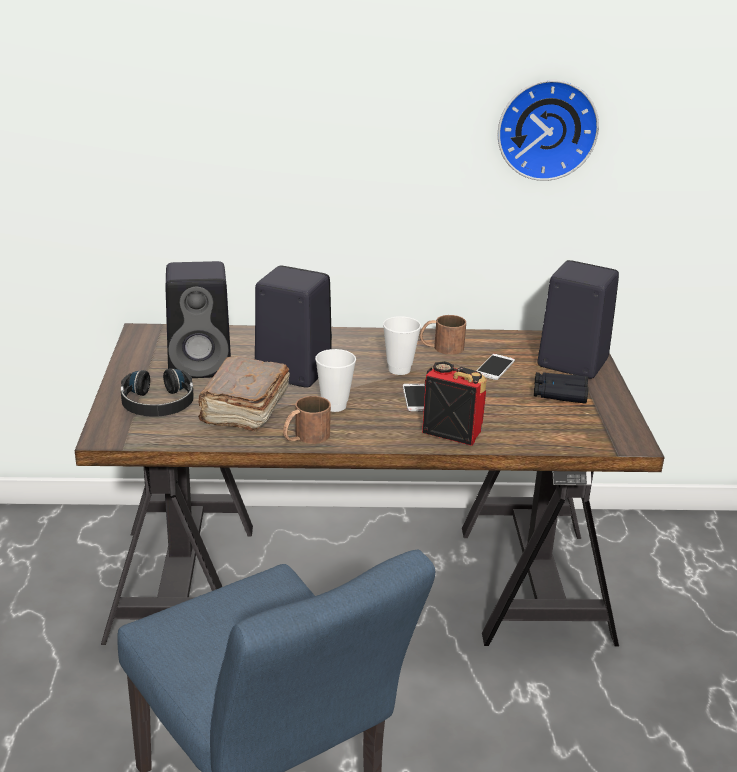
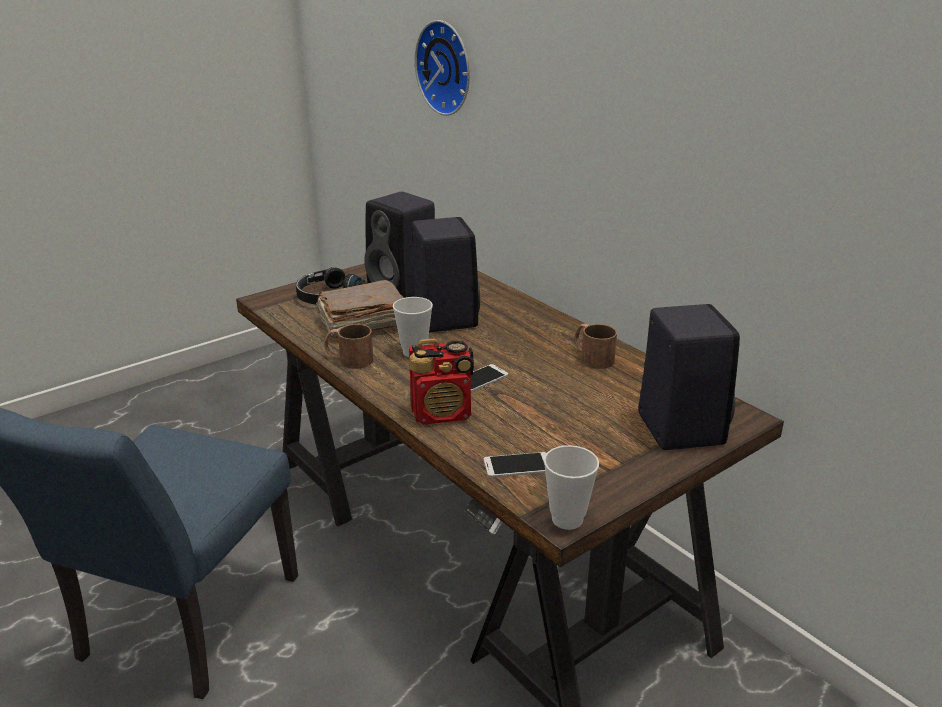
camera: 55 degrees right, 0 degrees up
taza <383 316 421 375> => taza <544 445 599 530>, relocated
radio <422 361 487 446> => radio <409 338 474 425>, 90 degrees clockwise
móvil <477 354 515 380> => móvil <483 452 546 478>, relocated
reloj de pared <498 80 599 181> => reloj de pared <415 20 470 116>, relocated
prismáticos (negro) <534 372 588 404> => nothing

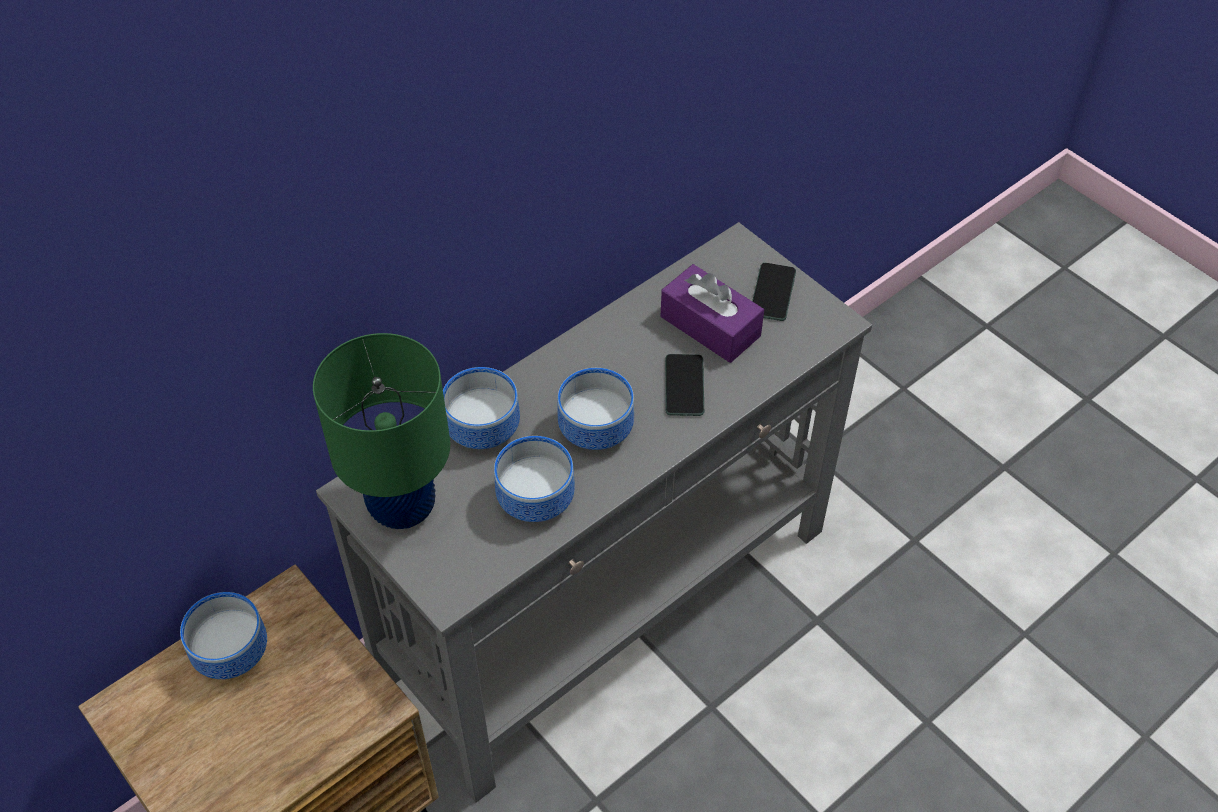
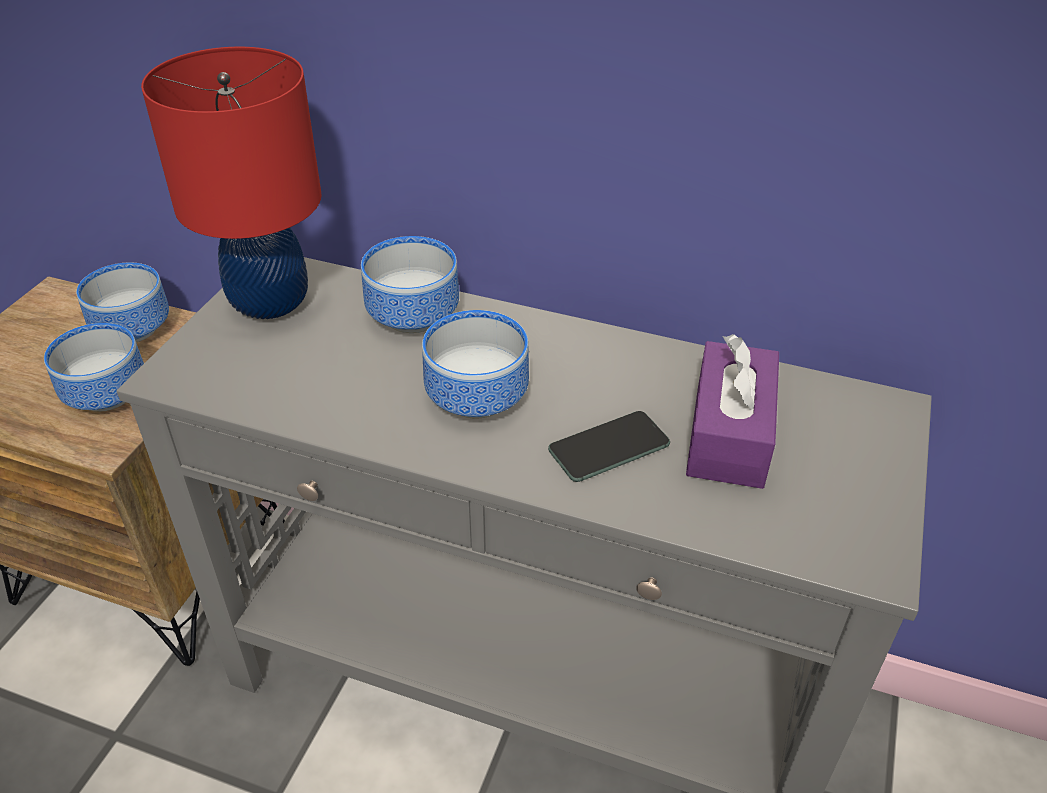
camera: 60 degrees right, 10 degrees down
lámpara de mesa (verde) <313 333 450 529> => lámpara de mesa (rojo) <141 47 321 319>
cuenco <494 436 575 522> => cuenco <44 323 144 412>, relocated
móvil <752 263 796 321> => nothing

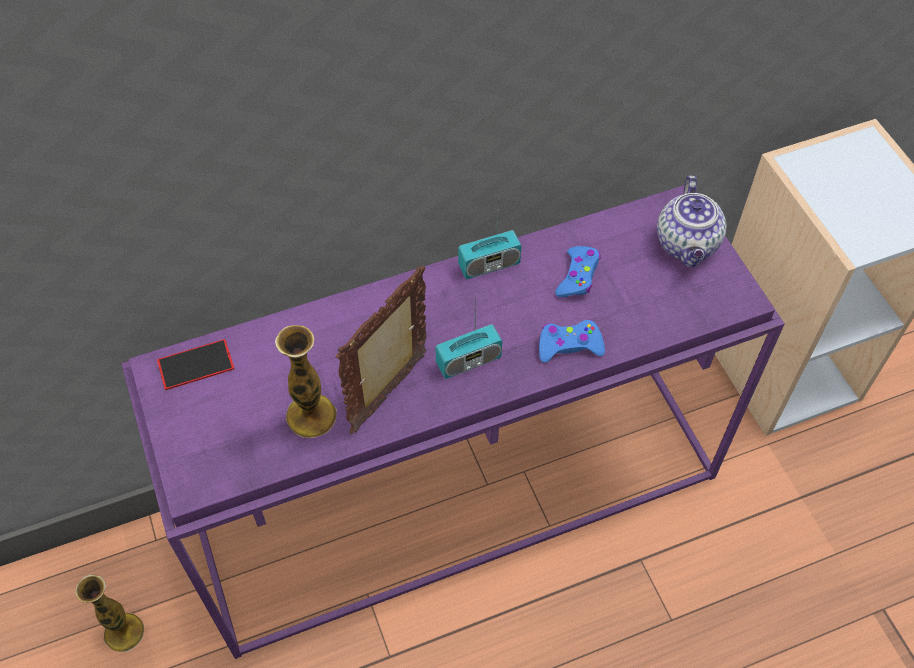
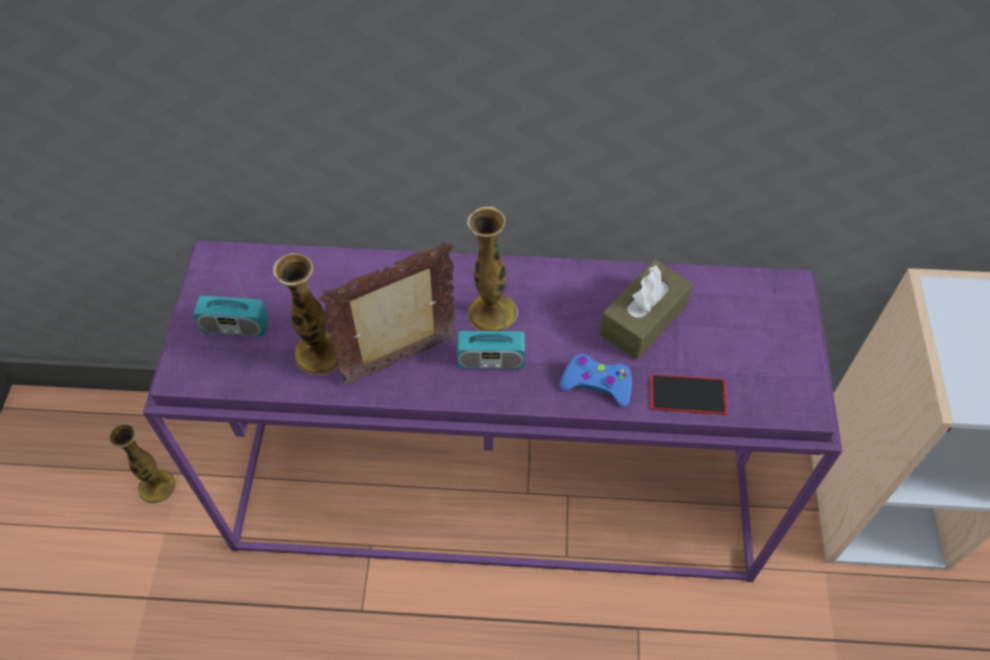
camera: 25 degrees right, 0 degrees up
móvil <157 339 234 390> => móvil <650 374 728 415>, relocated
radio <458 196 522 279> => radio <193 258 269 337>, relocated
mando de consola (azul) <555 246 601 297> => caja de pañuelos (marrón) <599 260 693 360>
tetera <657 175 727 268> => nothing
nothing => florero <467 207 518 331>

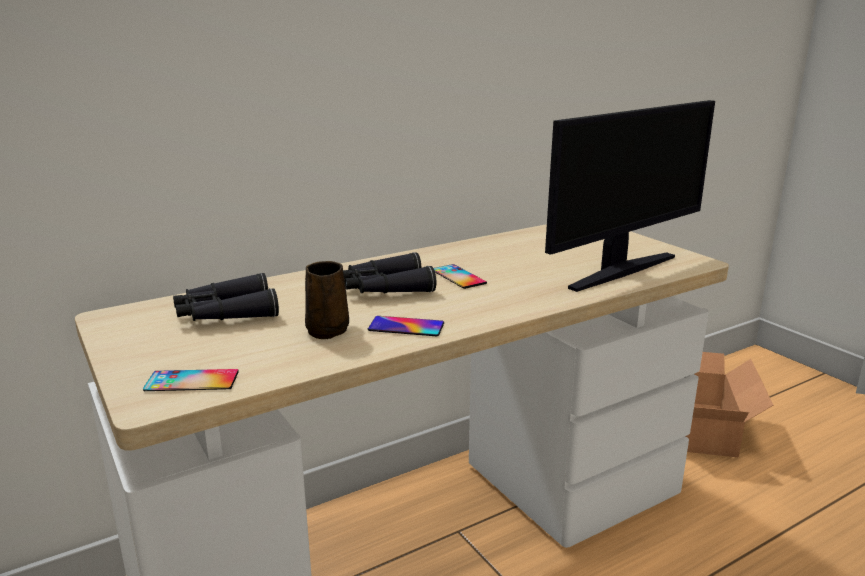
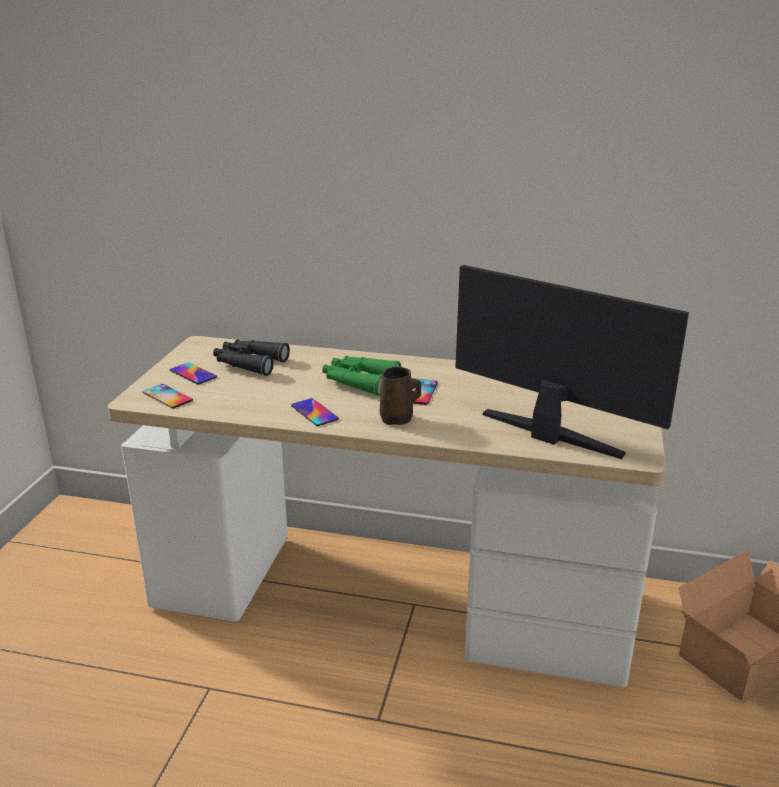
camera: 45 degrees right, 5 degrees up
taza grande (marrón) <305 261 349 339> => taza grande (marrón) <380 367 421 425>, relocated
prismáticos (negro) <343 252 436 293> => prismáticos (verde) <322 356 401 396>
monitor <545 100 715 292> => monitor <455 265 689 459>, 150 degrees counterclockwise
nothing => móvil <170 363 217 384>

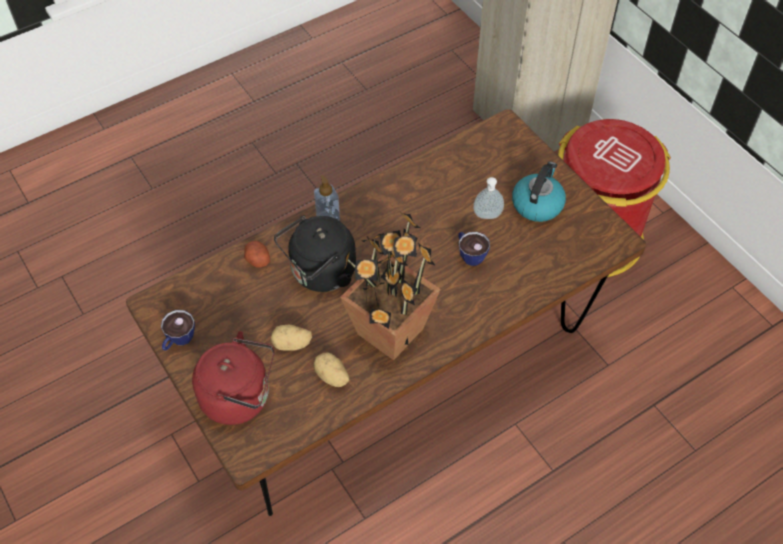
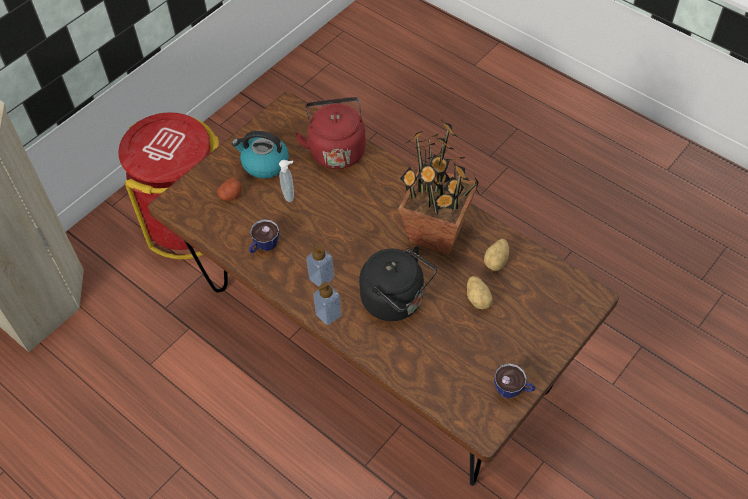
camera: 105 degrees left, 0 degrees up
hervidor (rojo) <192 331 275 425> => hervidor (rojo) <295 97 366 169>, relocated
patata <244 241 270 268> => patata <217 178 242 201>, relocated
taza <458 232 490 266> => taza <249 219 279 253>, relocated
nothing => dispensador de jabón <306 244 334 287>

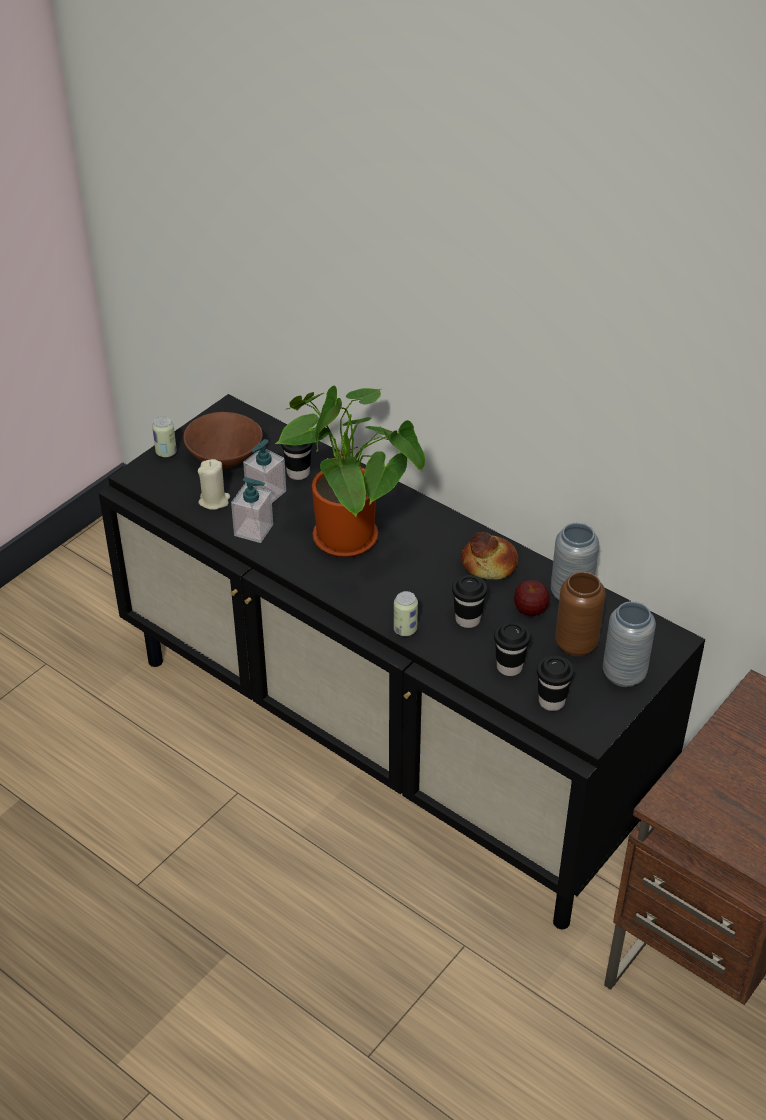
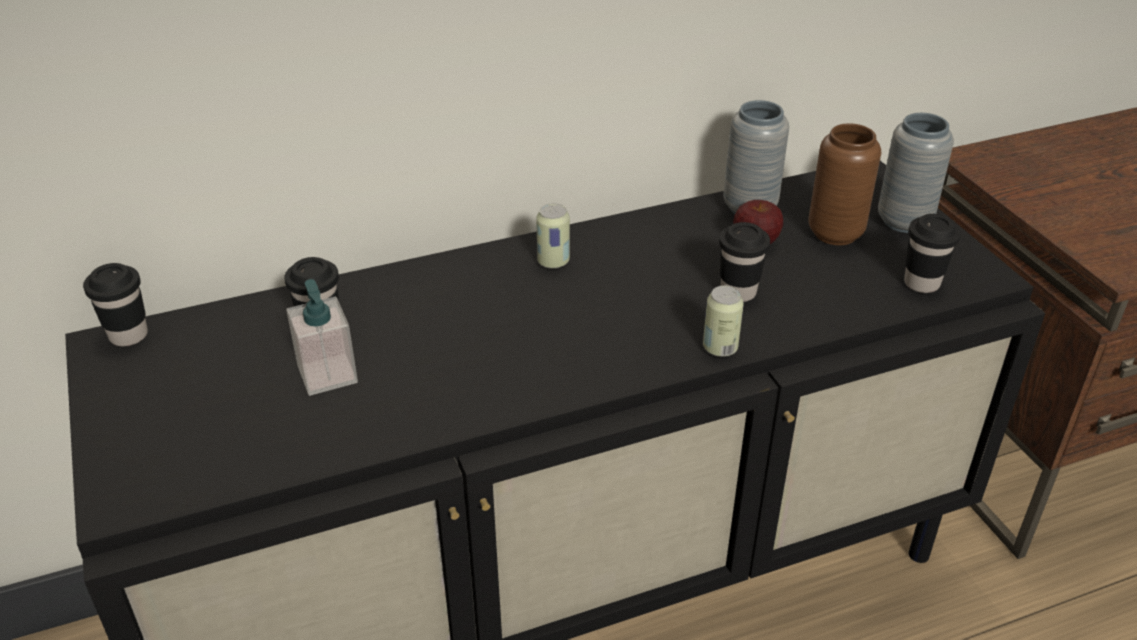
camera: 60 degrees left, 5 degrees down
lata <152 416 177 457> => lata <536 203 570 269>, relocated
cuenco (marrón) <183 412 263 469> => nothing
vela (beis) <198 459 230 510> => nothing
dispensador de jabón <231 477 273 543> => nothing
planta en maceta <275 385 426 558> => nothing
pan <461 532 518 580> => nothing
taza (negro) <494 622 530 676> => taza (negro) <83 263 148 346>, relocated

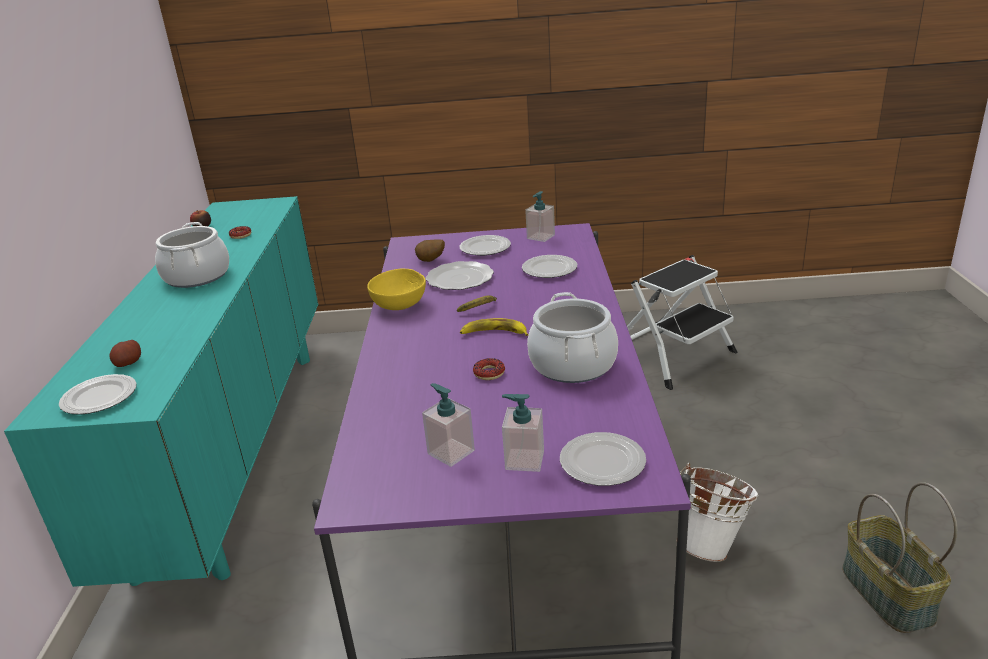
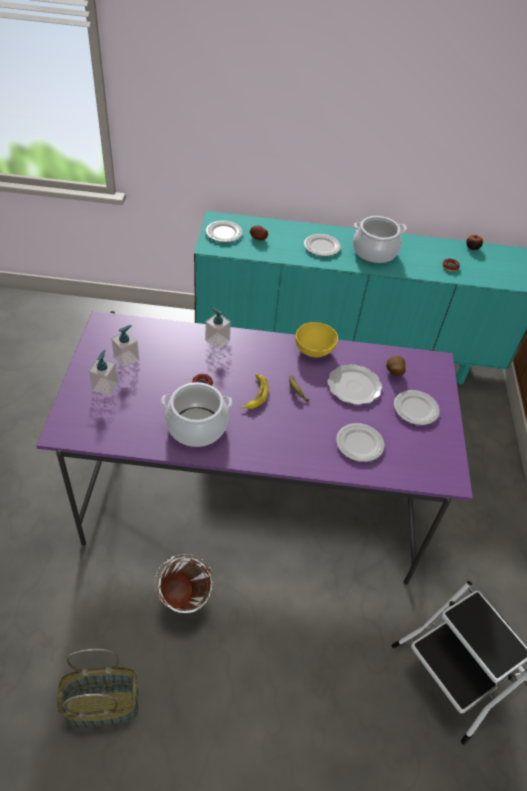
camera: 90 degrees right, 20 degrees up
dispensador de jabón <525 191 555 242> => dispensador de jabón <205 307 231 349>, relocated
plato <560 432 646 486> => plato <304 234 341 256>, relocated

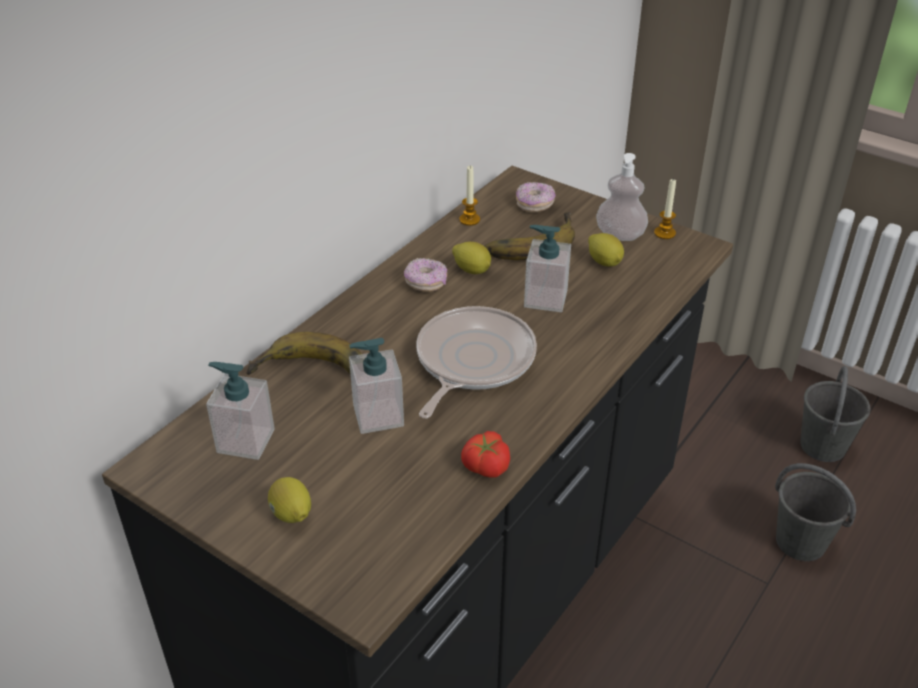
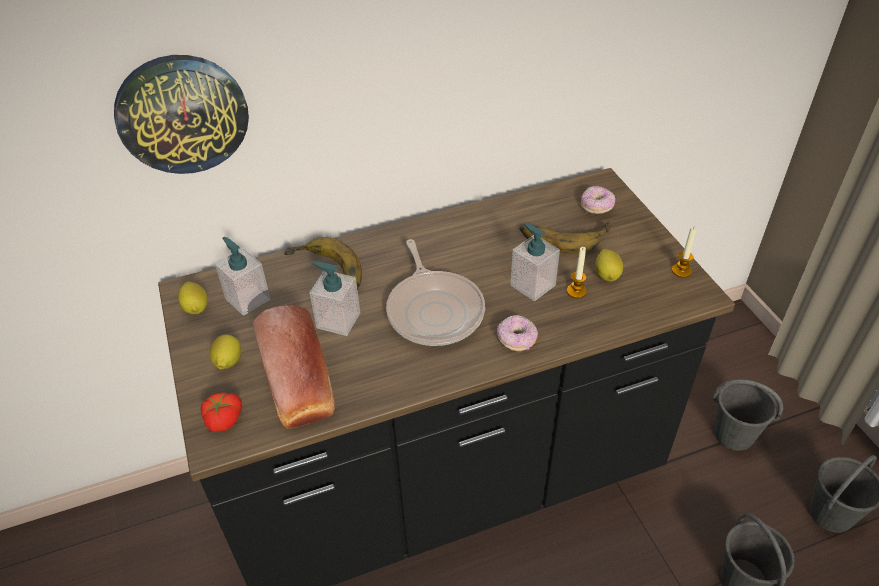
camera: 35 degrees right, 5 degrees up
rosquilla <404 258 447 292> => rosquilla <497 315 538 351>, relocated
sartén <416 306 537 418> => sartén <386 239 485 346>, 105 degrees clockwise
limón <452 242 491 274> => limón <178 281 208 314>, relocated
vela <459 165 480 226> => vela <567 247 587 298>, relocated
tomate <461 431 510 477> => tomate <201 392 242 432>, relocated
dispensador de jabón <596 153 648 241> => nothing
nothing => reloj de pared <114 55 249 174>
nothing => pan <253 305 335 428>
nothing => cubo (gris) <712 379 783 451>

